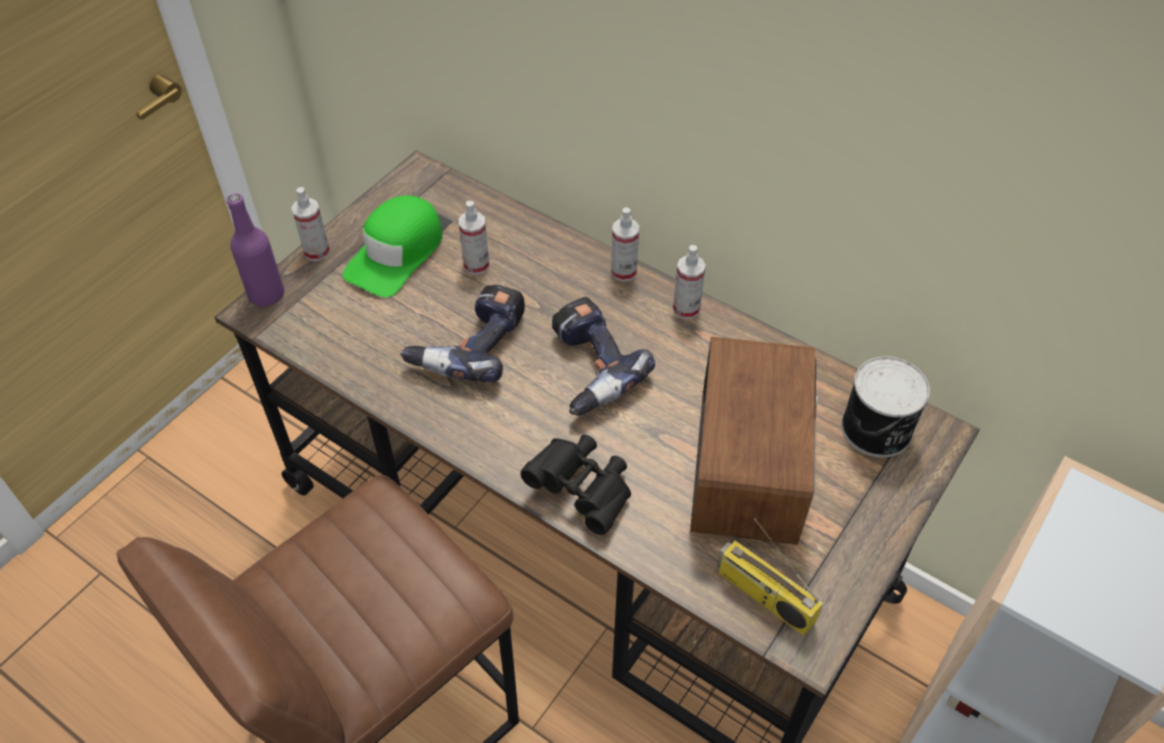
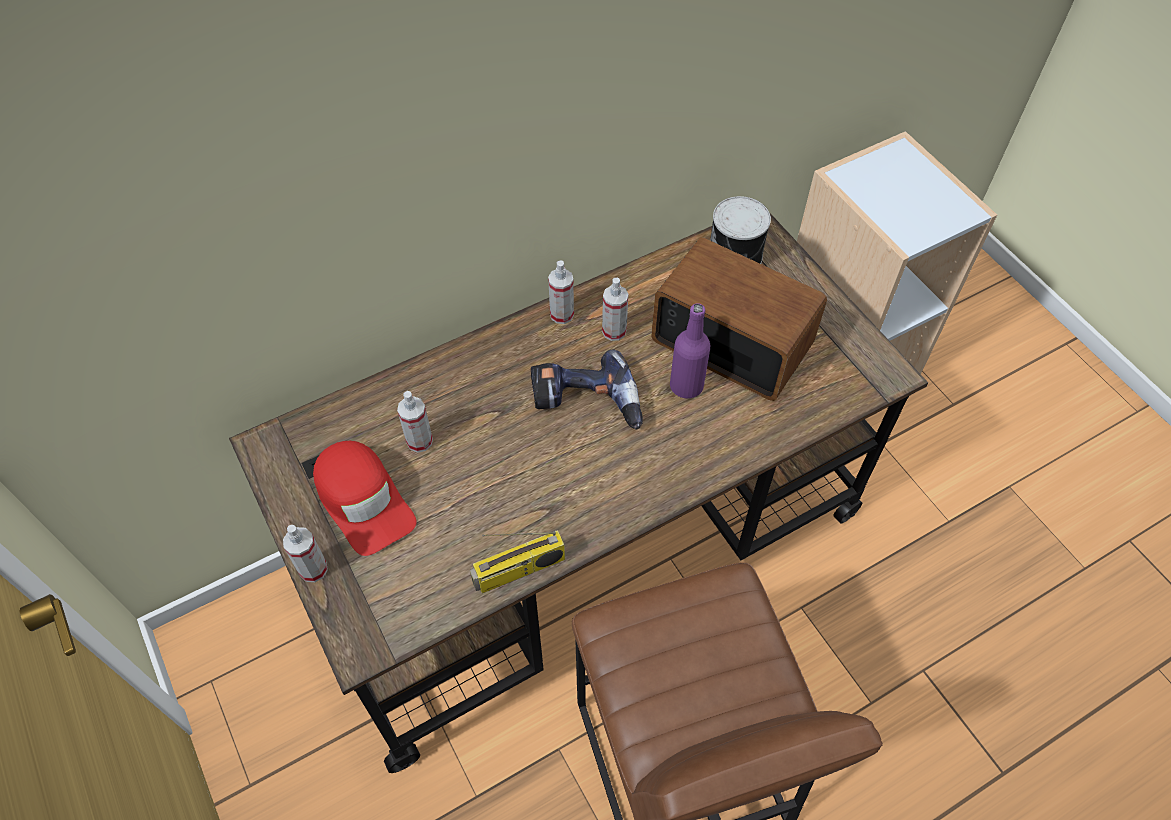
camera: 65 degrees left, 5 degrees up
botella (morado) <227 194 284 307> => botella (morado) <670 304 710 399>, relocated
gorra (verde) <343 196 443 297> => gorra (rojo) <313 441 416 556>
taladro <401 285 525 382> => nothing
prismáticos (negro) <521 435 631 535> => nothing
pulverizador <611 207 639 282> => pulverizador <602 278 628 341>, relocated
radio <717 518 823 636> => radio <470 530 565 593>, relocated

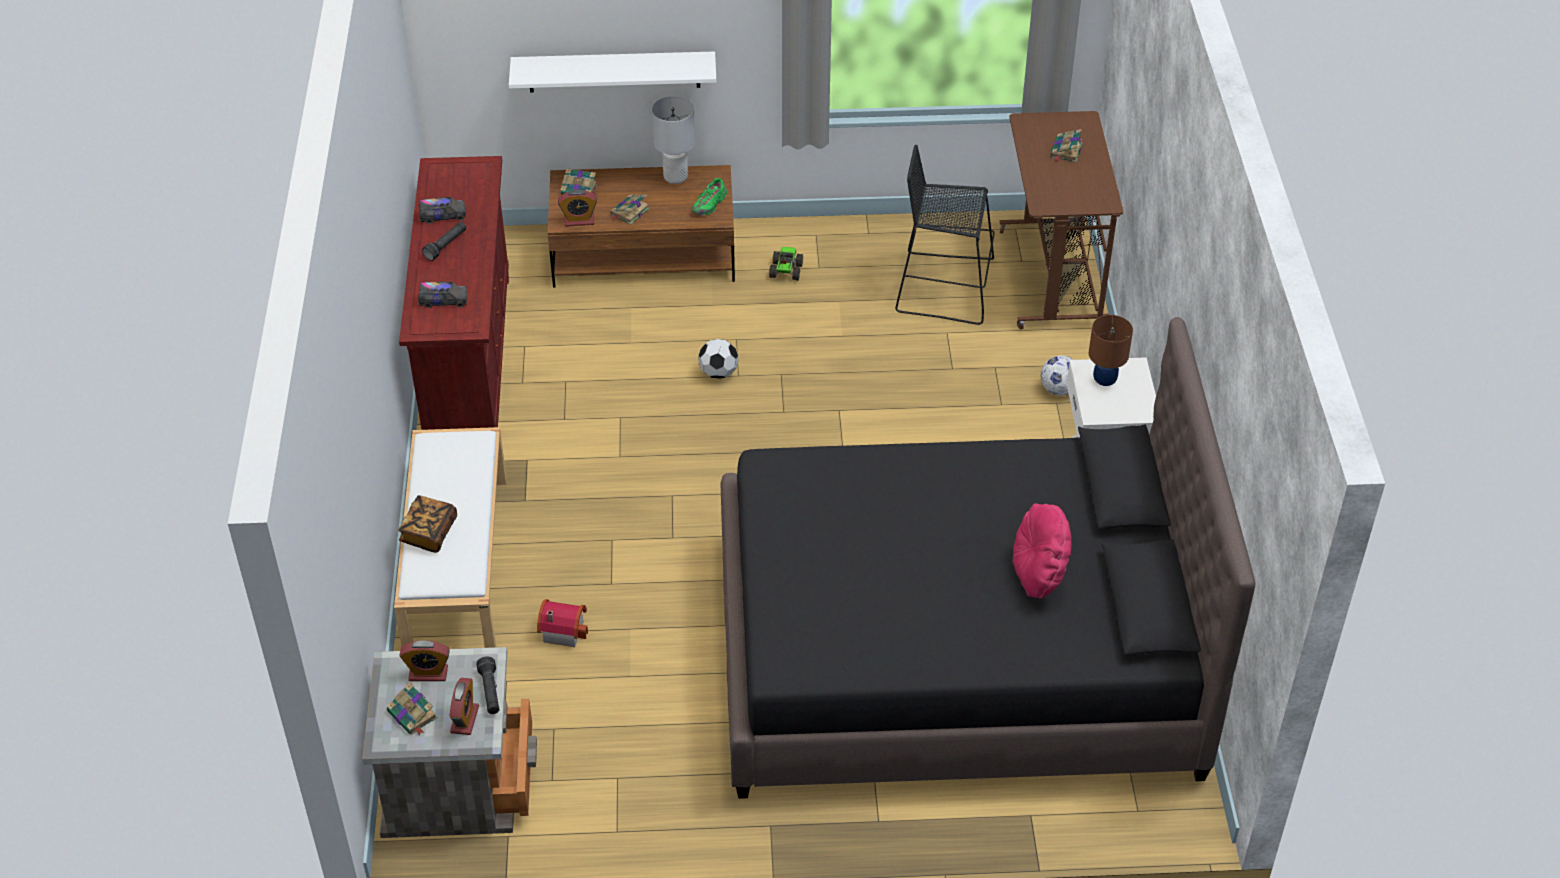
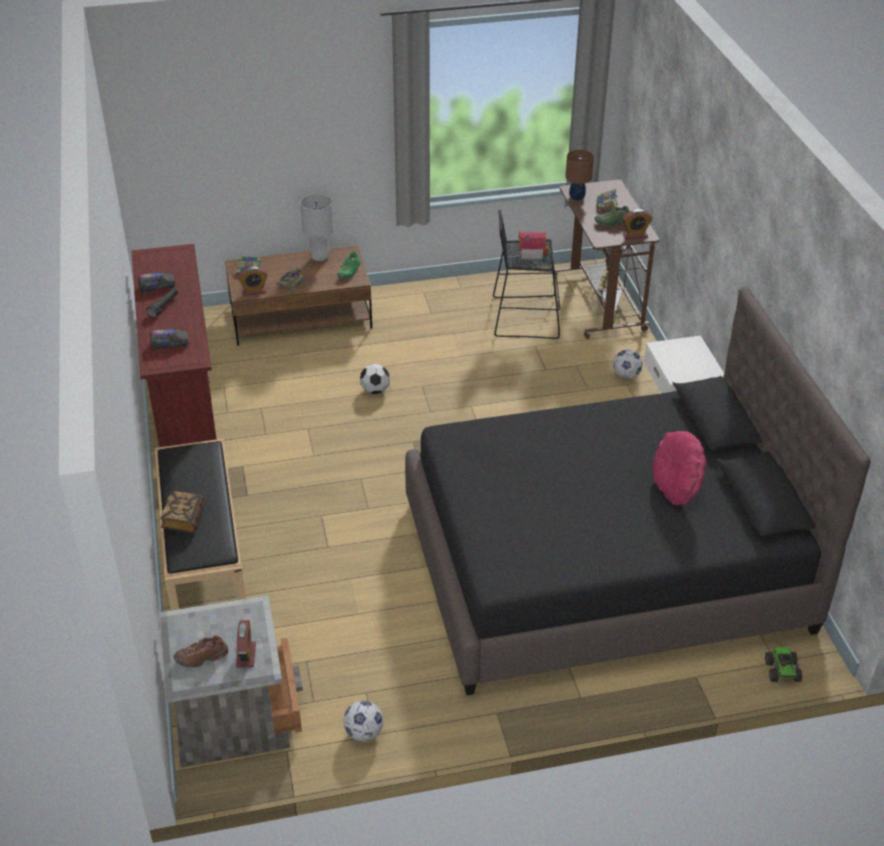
camera: 10 degrees left, 5 degrees down
libro <387 682 438 735> => zapato (marrón) <173 635 228 668>
banco (blanco) <394 427 507 648> => banco (negro) <155 439 246 610>
despertador <399 640 450 681> => despertador <622 209 652 239>, relocated
linterna (negro) <476 656 499 714> => nothing
estante (blanco) <509 51 716 92> => nothing
casita <537 599 588 647> => casita <519 231 548 260>, relocated
camión de juguete <769 247 803 281> => camión de juguete <765 647 802 682>, relocated
lámpara de mesa (marrón) <1089 315 1133 386> => lámpara de mesa (marrón) <565 150 594 200>, relocated
nothing => balón de fútbol <344 701 383 741>
nothing => zapato (verde) <595 206 630 227>

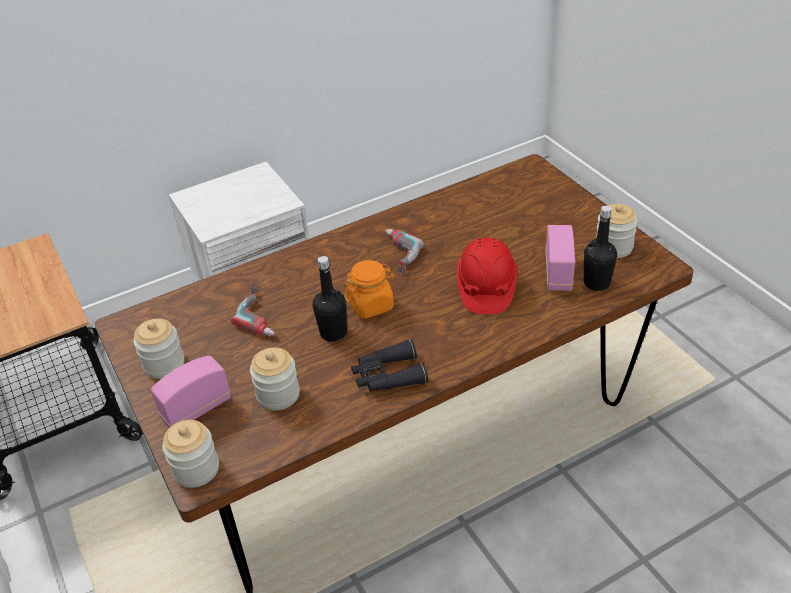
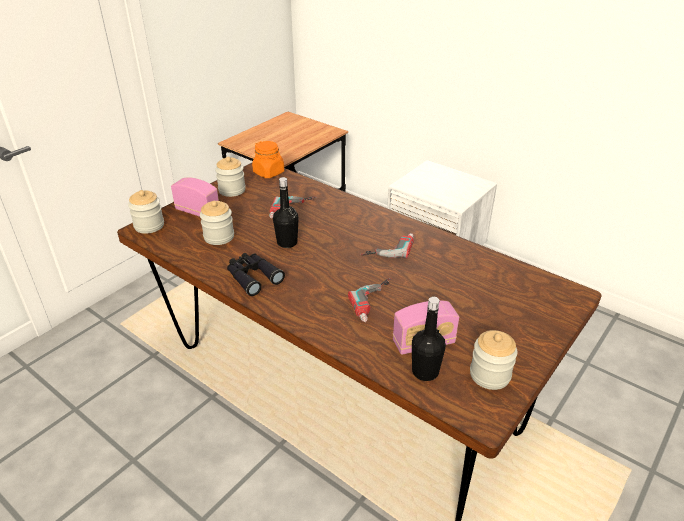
camera: 65 degrees right, 5 degrees down
tarro (naranja) <344 260 394 319> => tarro (naranja) <252 141 284 178>, relocated
casco (rojo) <456 238 517 314> => taladro <348 278 391 322>

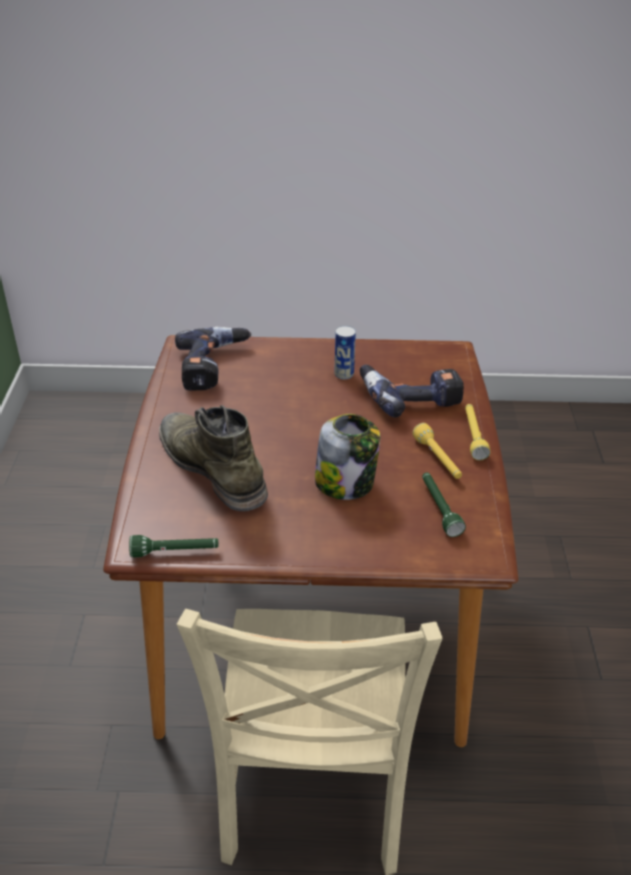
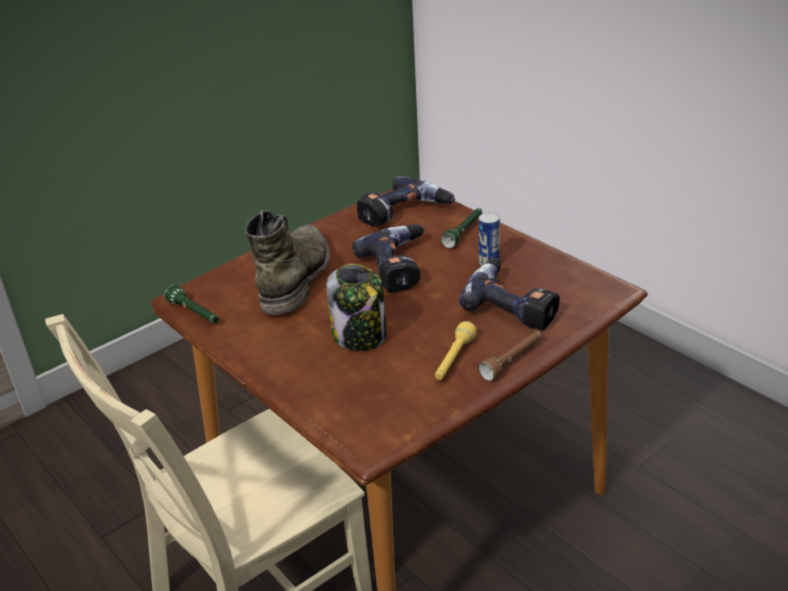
camera: 50 degrees right, 5 degrees down
linterna (verde) <422 472 466 537> => linterna (verde) <441 208 482 248>, relocated
linterna (amarillo) <465 404 490 460> => linterna (marrón) <478 331 542 381>
nothing => taladro <352 224 425 293>

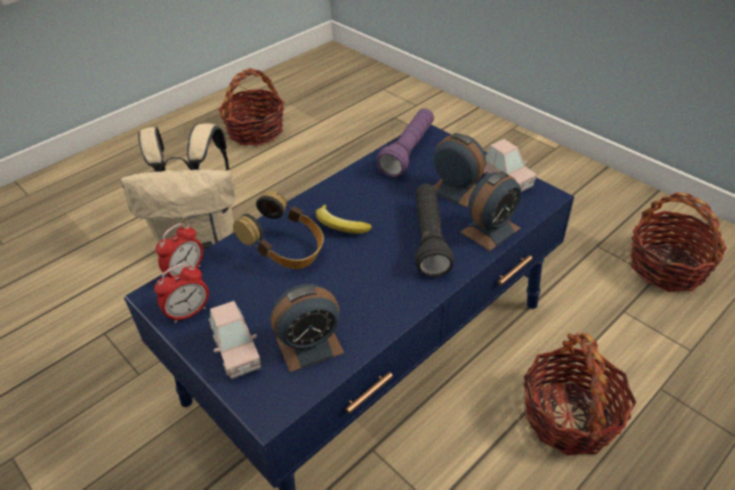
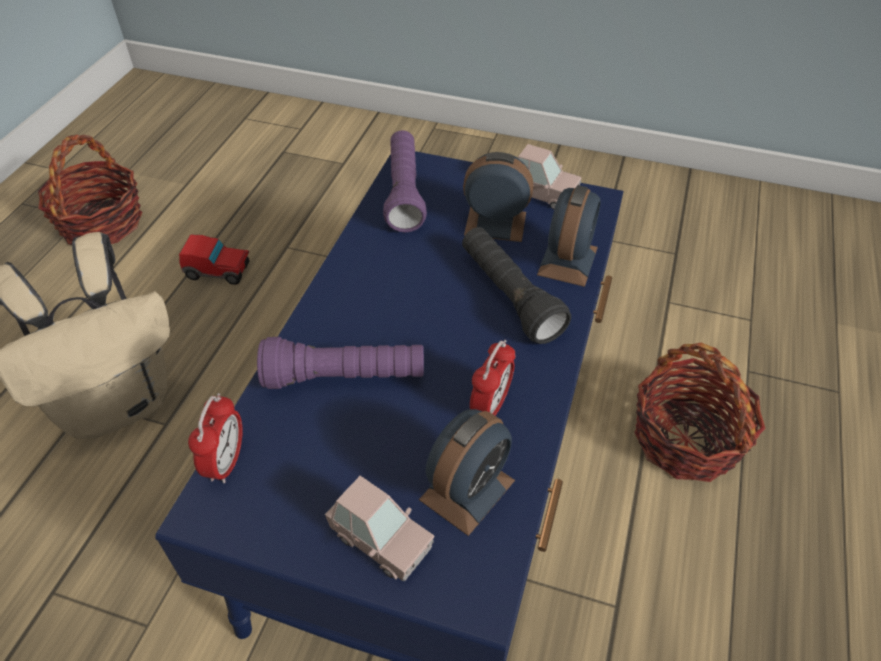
camera: 30 degrees left, 5 degrees up
despertador <154 263 209 323> => despertador <470 340 515 416>, relocated
auriculares <233 190 324 269> => linterna (morado) <257 337 424 389>
plátano <316 204 372 234> => nothing
cesta <631 192 727 292> => nothing
nothing => coche de juguete <179 235 250 285>

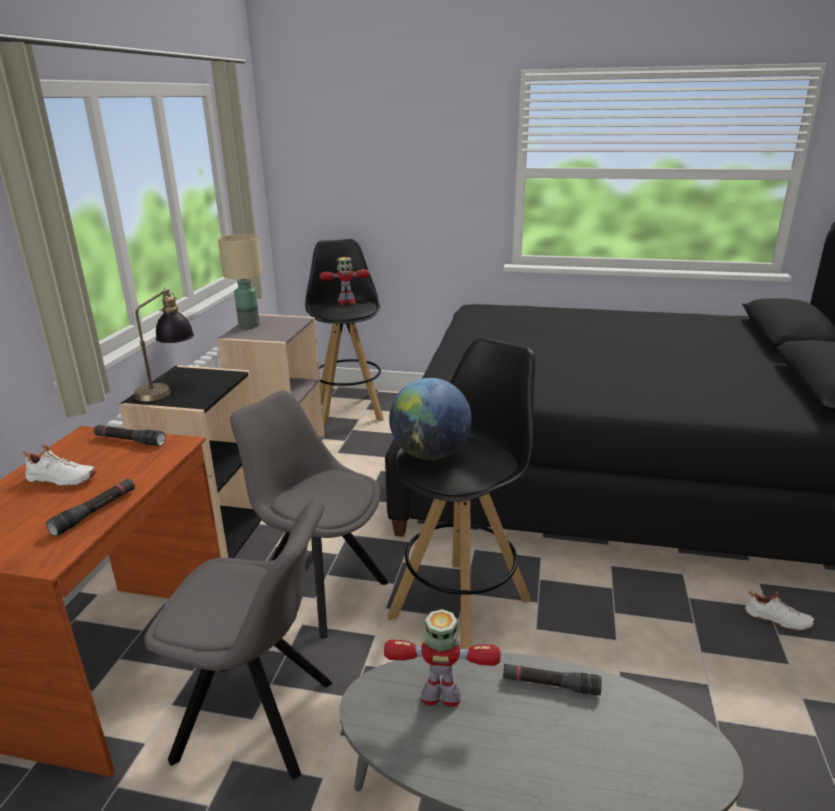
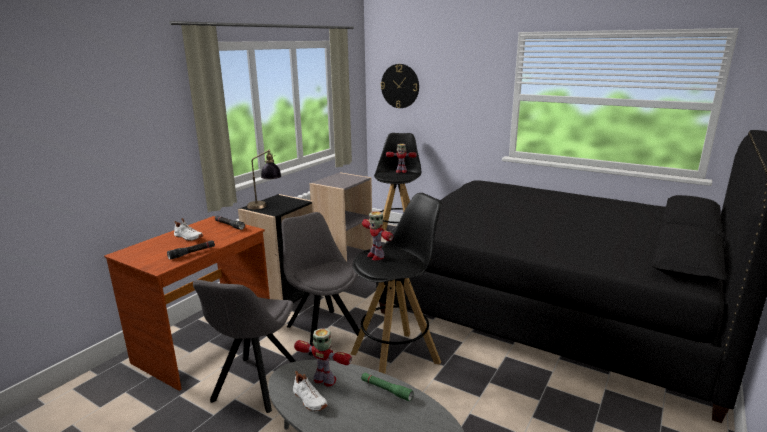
camera: 20 degrees right, 5 degrees down
silla (gris) <144 498 332 780> => silla (gris) <193 280 296 413>, 75 degrees clockwise
lámpara de mesa (beis) <218 234 262 328> => nothing
globo terráqueo <389 378 471 460> => robot de juguete <362 211 394 260>
linterna (negro) <503 664 602 696> => linterna (verde) <361 372 413 401>
zapato (blanco) <745 591 815 631> => zapato (blanco) <293 371 328 411>, relocated
nothing => reloj de pared <381 64 419 108>

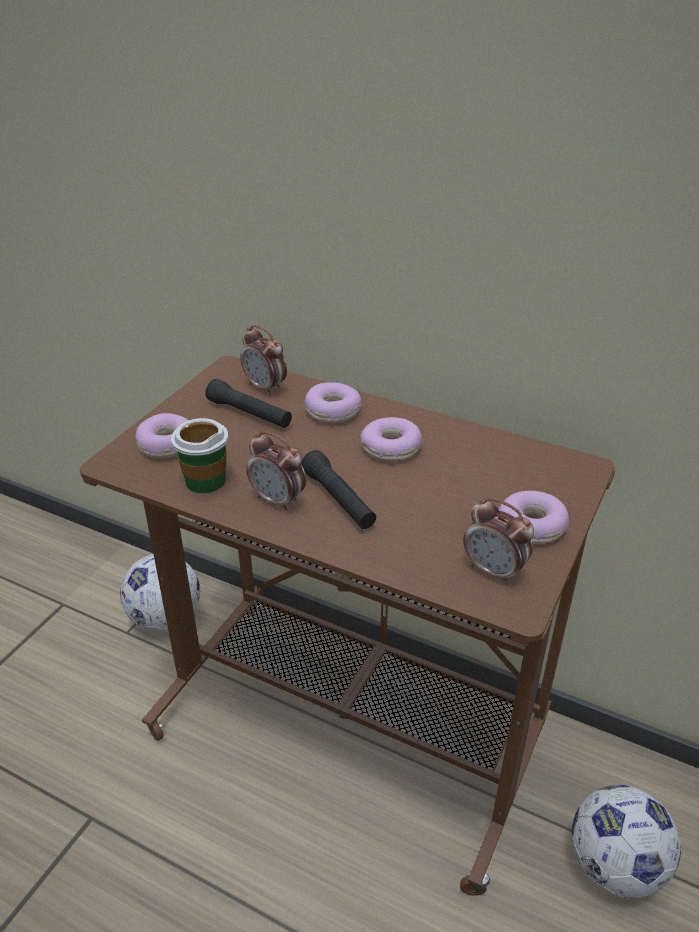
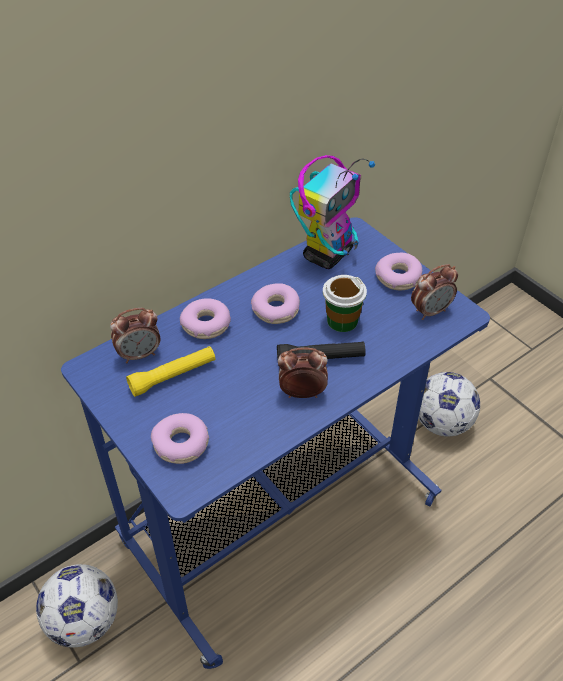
camera: 65 degrees left, 10 degrees up
escritorio (marrón) <80 356 615 896> => escritorio (azul) <61 217 490 669>
taza <171 418 228 493> => taza <323 275 367 332>, relocated
linterna (negro) <206 379 292 428> => linterna (amarillo) <126 346 215 397>
despertador <246 431 306 512> => despertador <278 348 328 398>, 150 degrees counterclockwise
nothing => robot de juguete <290 155 375 269>

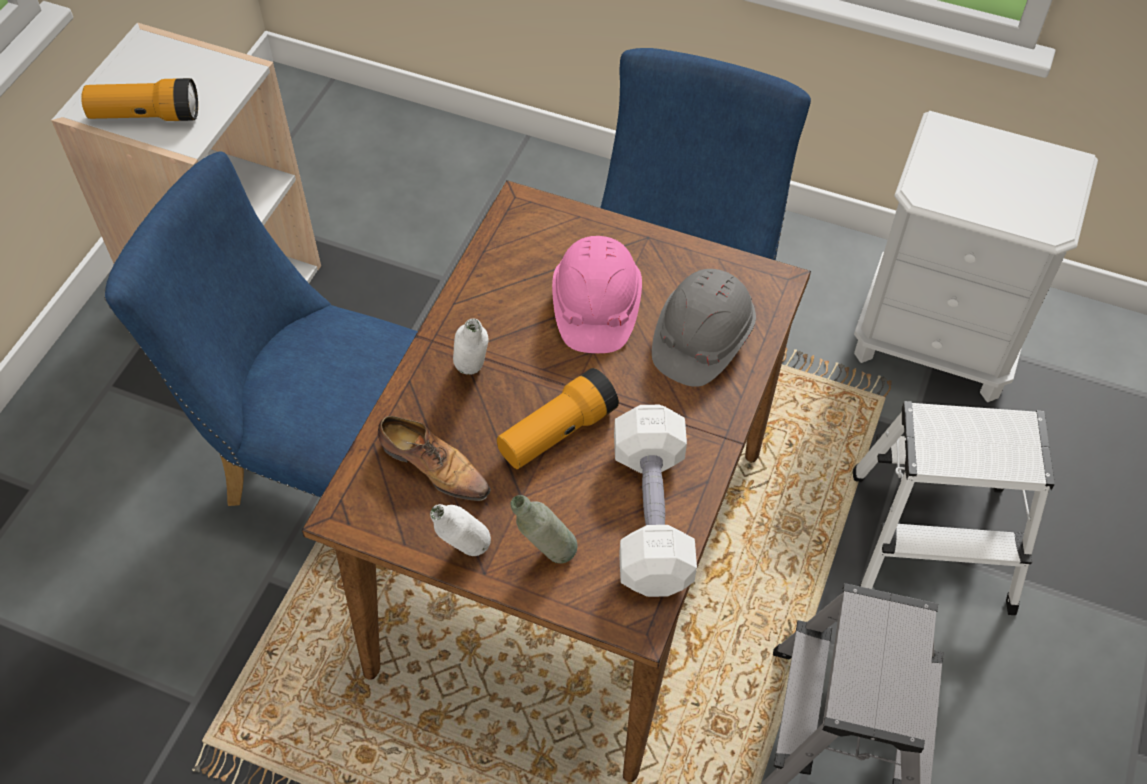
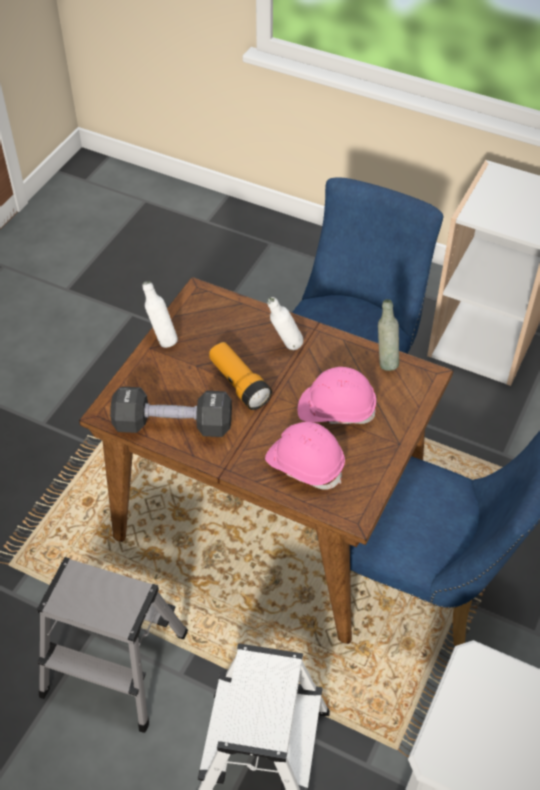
camera: 95 degrees right, 5 degrees down
linterna <81 78 198 121> => nothing
zapato <378 416 491 501> => nothing
botella (gris) <511 495 578 563> => botella (gris) <378 299 399 371>, relocated
mancuerna (blanco) <614 405 697 597> => mancuerna (negro) <110 387 232 437>
casco (gris) <652 269 756 387> => casco (rosa) <265 422 345 490>

